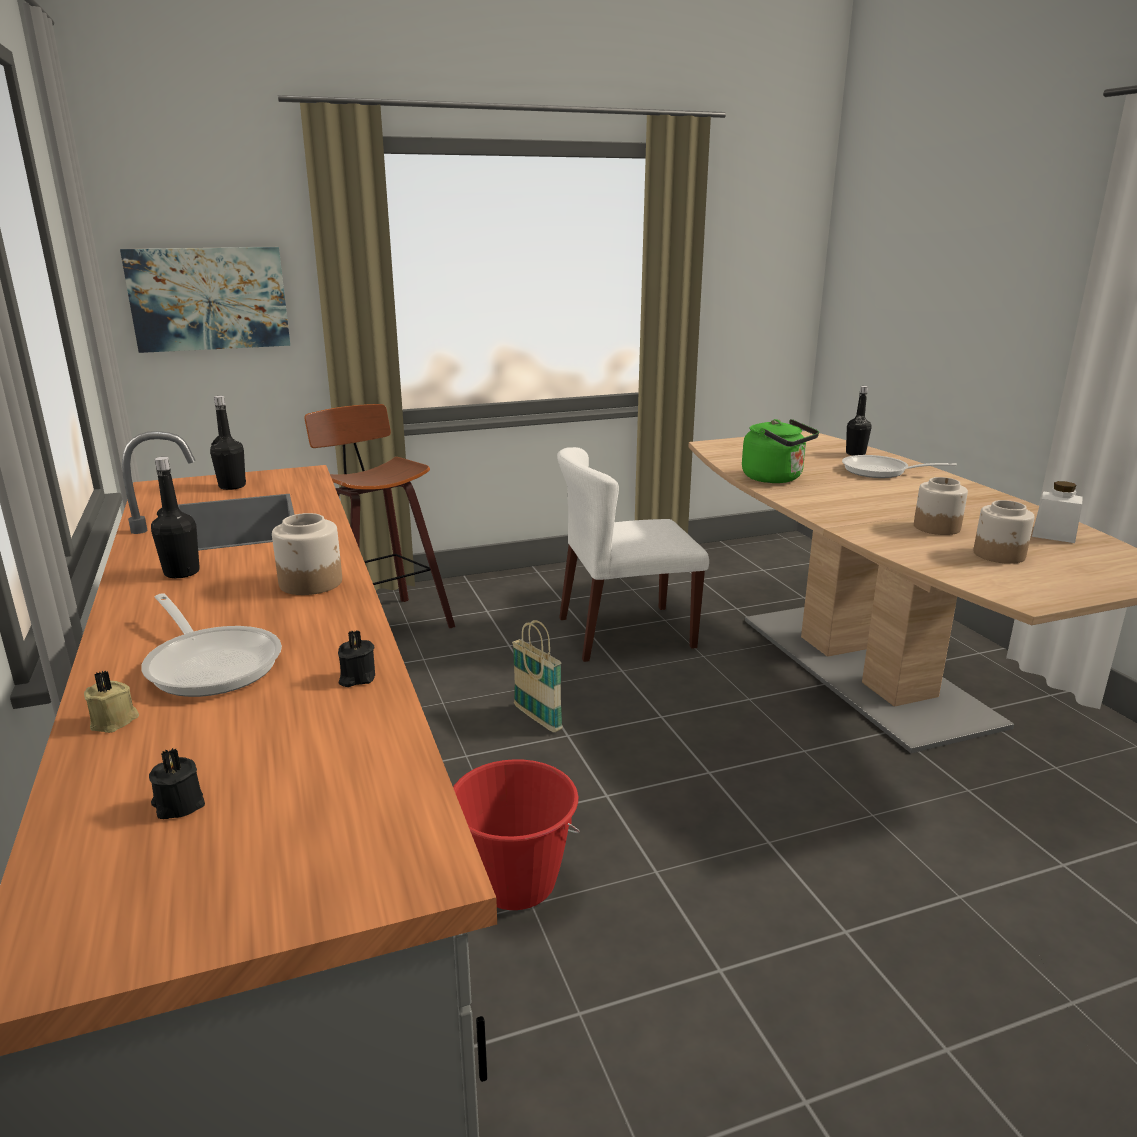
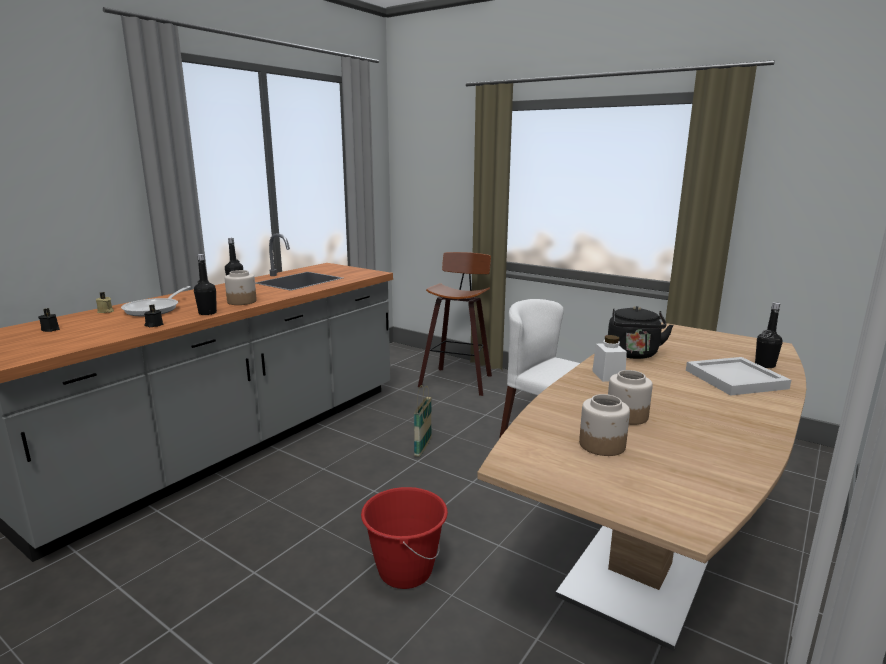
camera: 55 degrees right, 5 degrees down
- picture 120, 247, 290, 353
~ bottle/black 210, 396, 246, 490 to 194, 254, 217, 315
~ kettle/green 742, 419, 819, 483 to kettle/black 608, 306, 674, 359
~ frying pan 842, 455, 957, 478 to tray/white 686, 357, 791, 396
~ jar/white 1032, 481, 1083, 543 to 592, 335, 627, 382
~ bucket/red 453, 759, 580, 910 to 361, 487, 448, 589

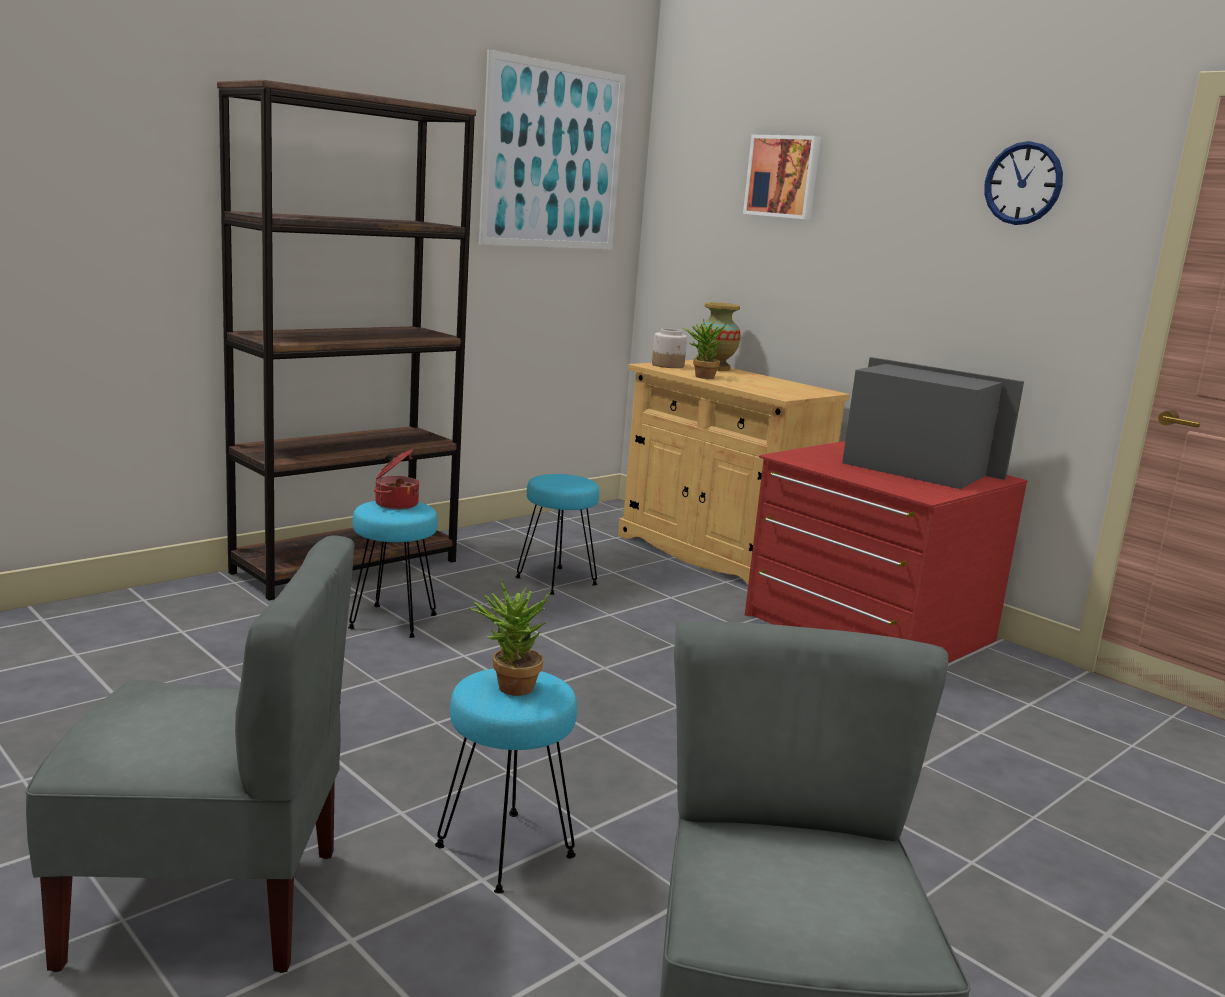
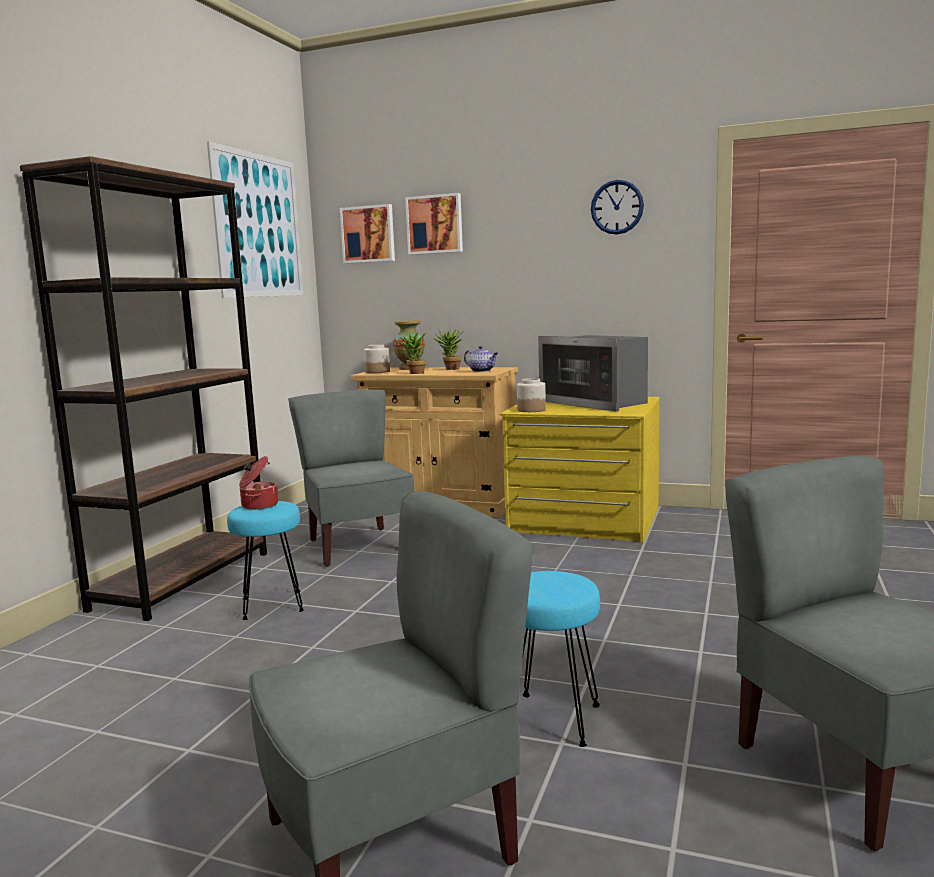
camera: 25 degrees left, 5 degrees down
~ microwave 842, 357, 1024, 489 = 538, 335, 648, 412 135 degrees counterclockwise
~ dresser/red 745, 441, 1028, 663 to dresser/yellow 500, 397, 660, 543
~ stool/turquoise 515, 474, 599, 595 to chair/grey 288, 390, 415, 567
~ potted plant 470, 579, 551, 696 to 434, 329, 464, 370
+ picture 340, 204, 395, 263
+ teapot 464, 346, 498, 372
+ jar 517, 378, 546, 412

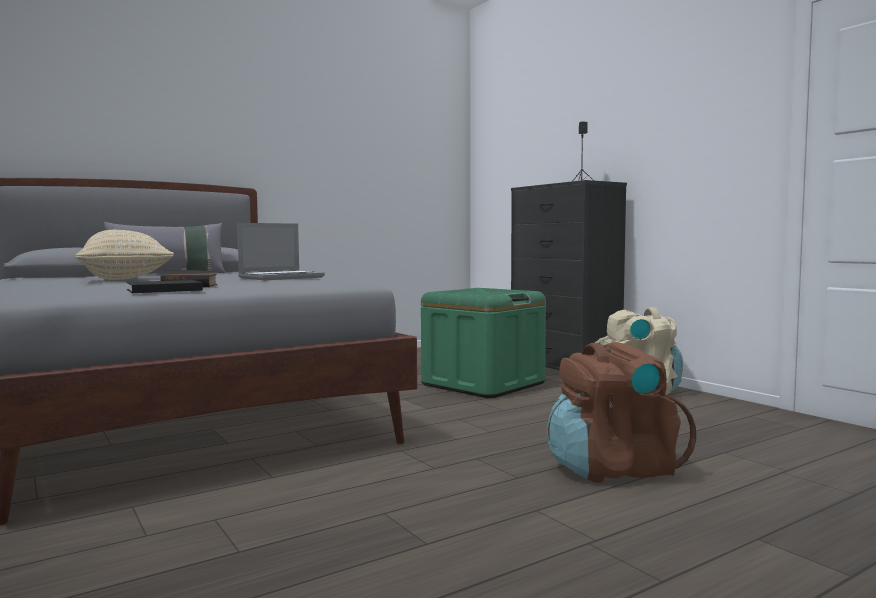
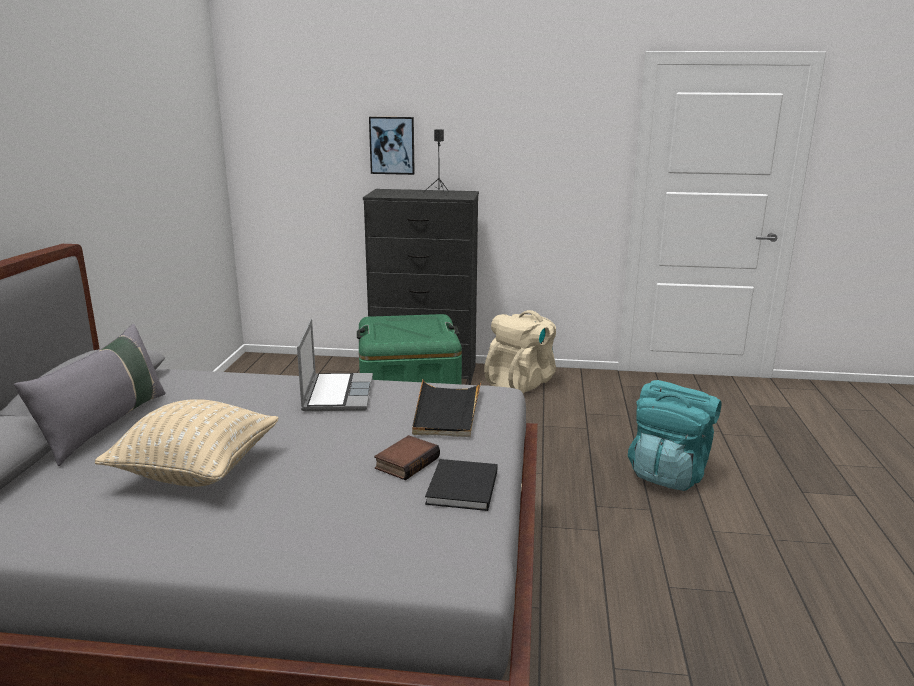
camera: 50 degrees left, 15 degrees up
~ backpack/brown 547, 342, 696, 483 to backpack/turquoise 628, 380, 721, 491
+ picture 369, 117, 415, 175
+ tray/black 412, 379, 481, 437

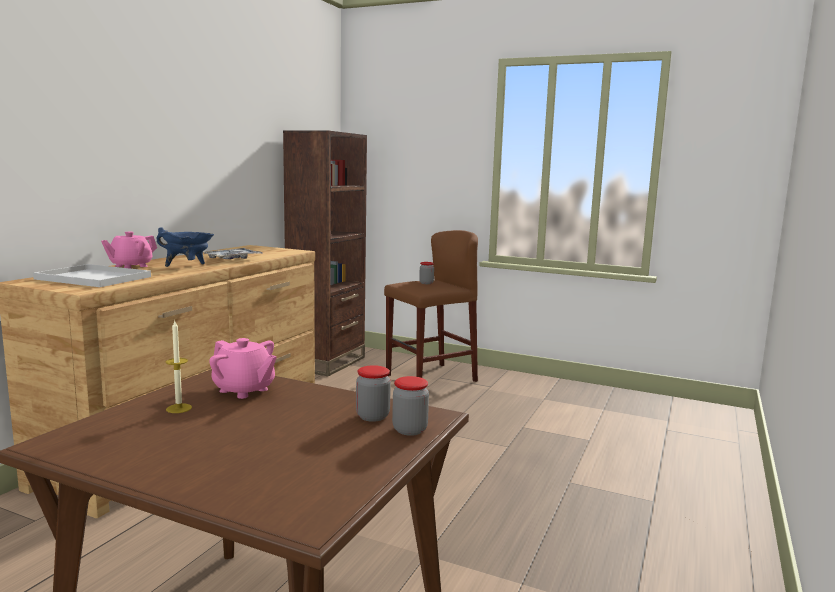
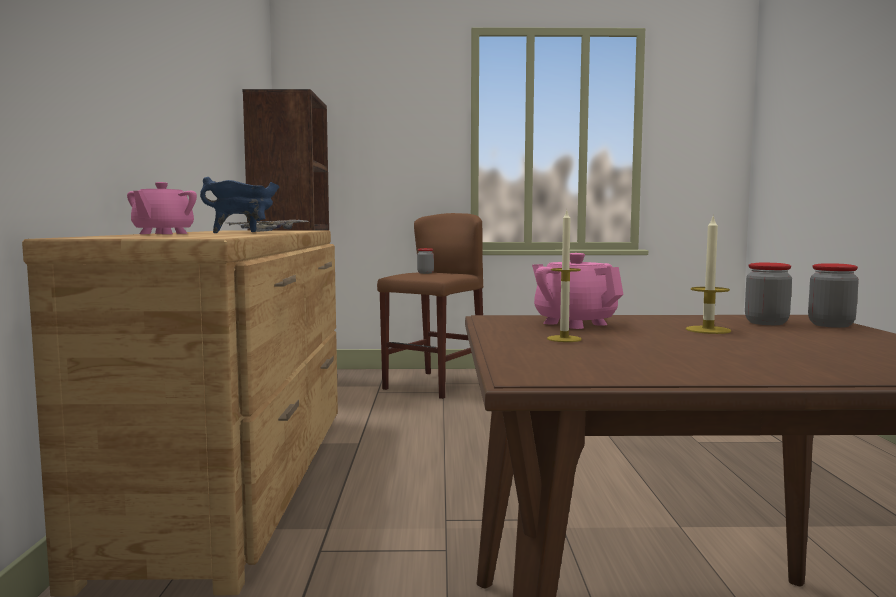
camera: 25 degrees left, 5 degrees down
- tray/white 33, 264, 151, 287
~ teapot/pink 209, 338, 277, 399 = 532, 253, 623, 329 135 degrees counterclockwise
+ candle 686, 214, 731, 334

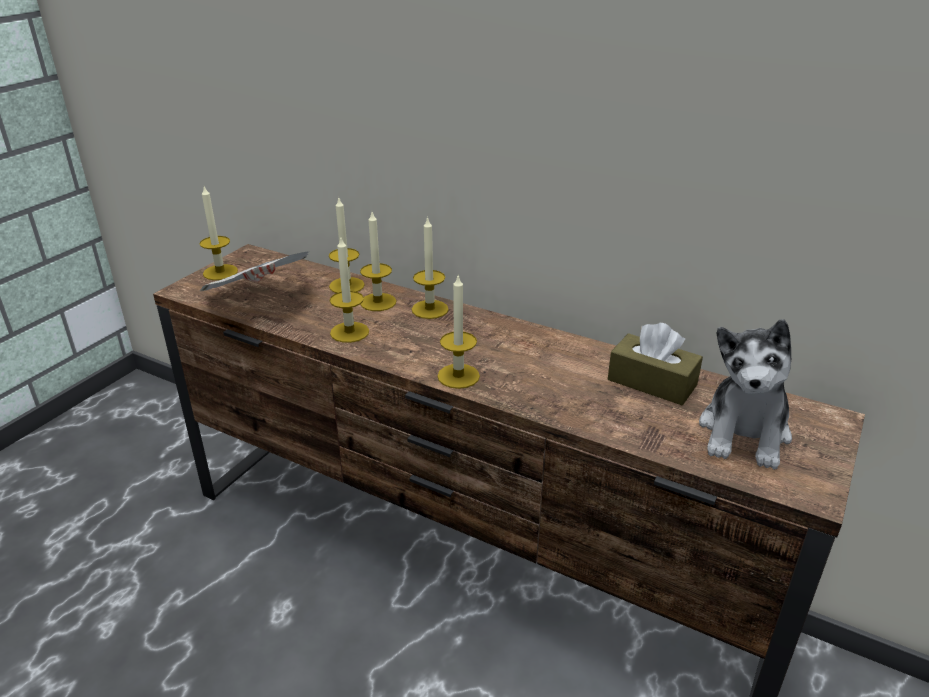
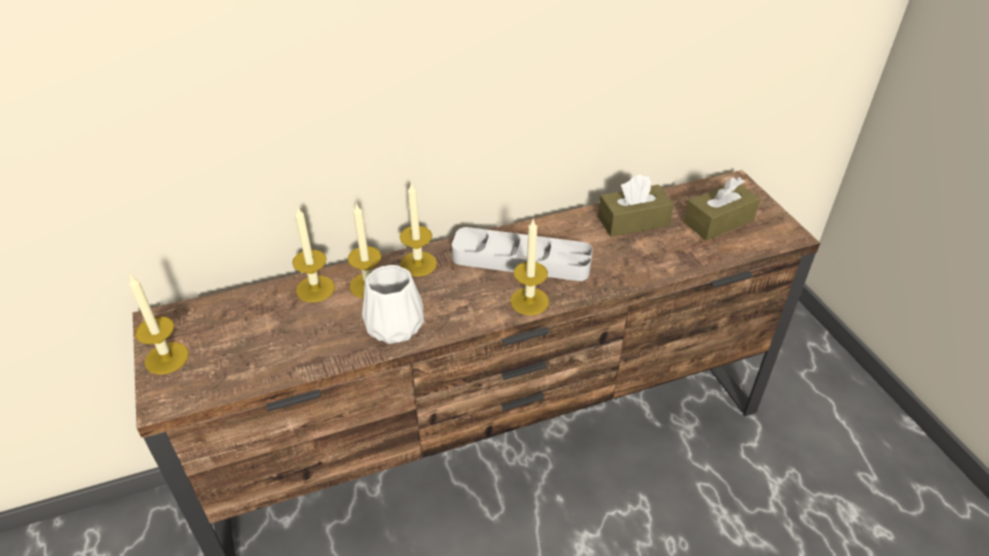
camera: 50 degrees left, 10 degrees up
~ candle 330, 238, 369, 343 to vase/white 362, 265, 424, 344
- newspaper 200, 252, 309, 291
~ plush toy 699, 319, 792, 470 to tissue box/brown 684, 177, 760, 241
+ tray/grey 452, 227, 593, 281

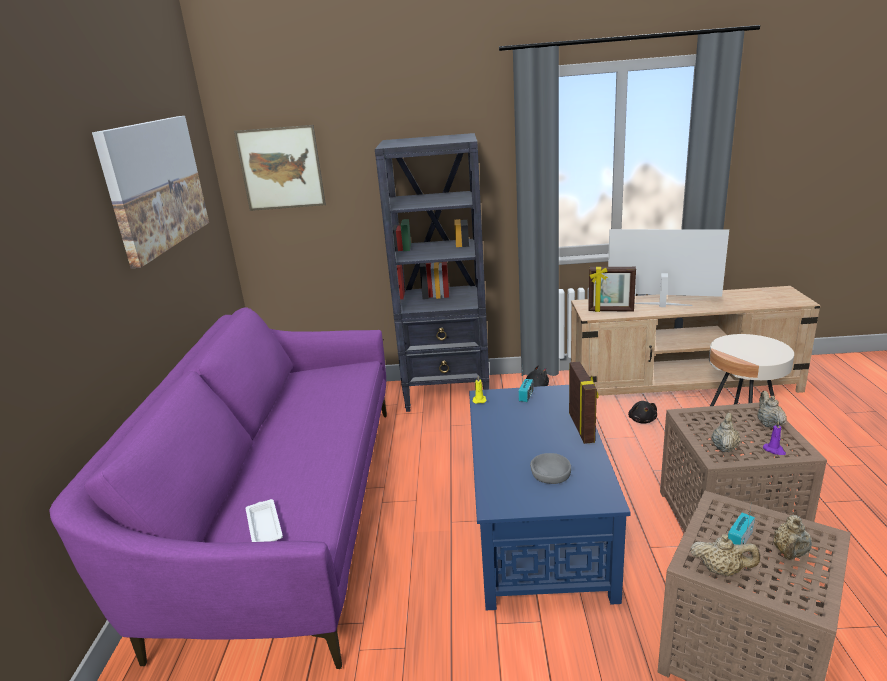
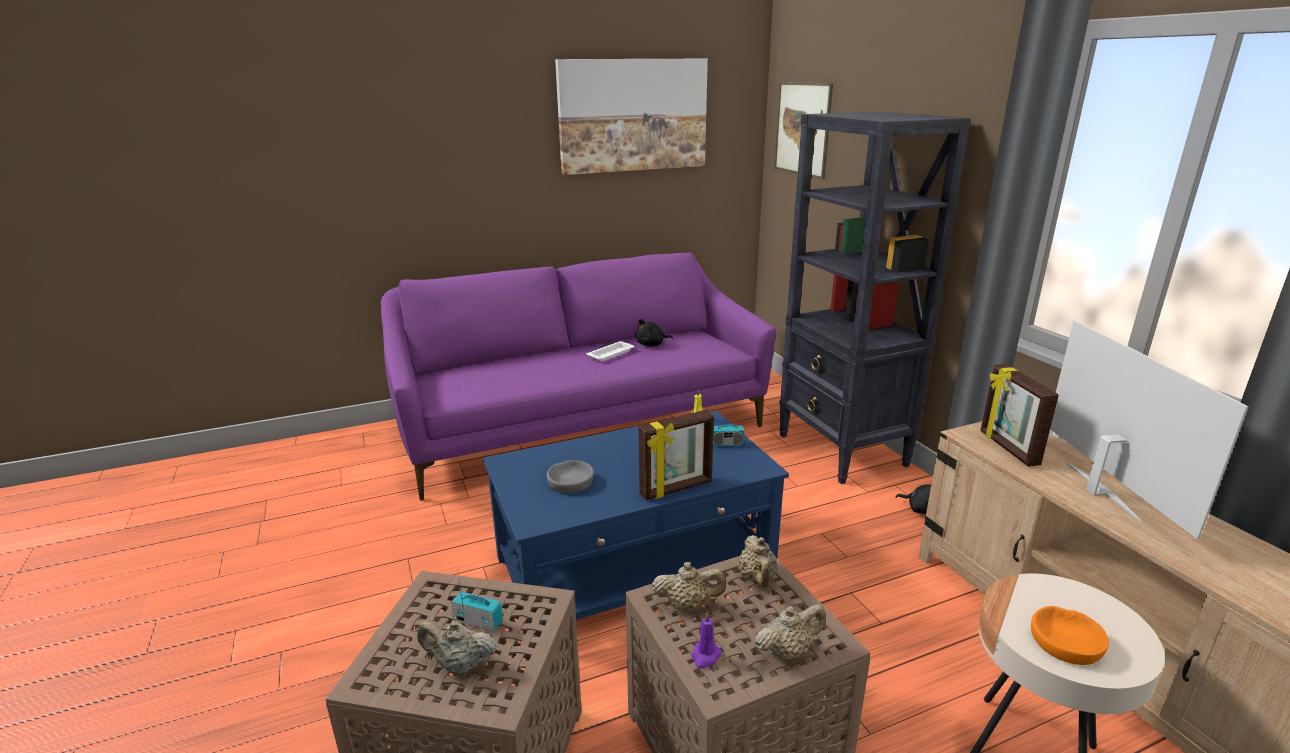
camera: 65 degrees right, 0 degrees up
~ plush toy/black 628, 401, 657, 424 to 635, 319, 673, 347
~ tray/white 246, 499, 283, 542 to 586, 341, 634, 361
~ teapot/beige 690, 534, 760, 576 to 739, 535, 778, 588
+ bowl/orange 1031, 606, 1109, 665

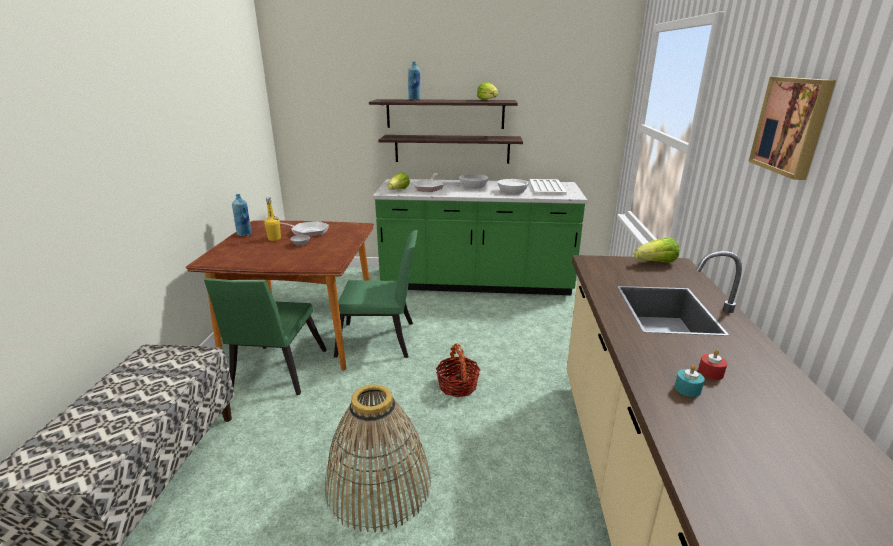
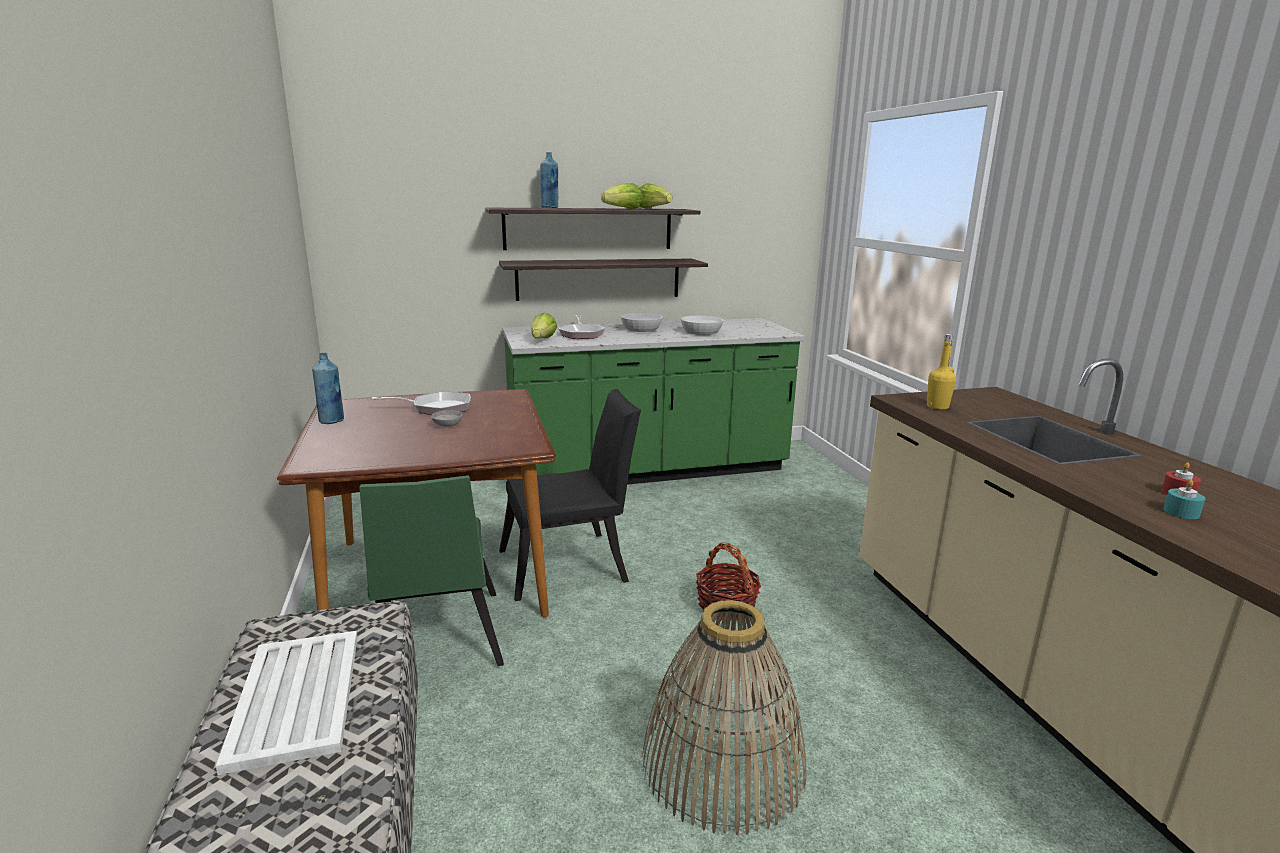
camera: 20 degrees left, 5 degrees down
- picture 748, 77, 836, 180
~ tray/white 529, 179, 567, 195 to 216, 631, 358, 775
~ bottle/yellow 264, 197, 281, 241 to 927, 334, 956, 410
~ chair/green 334, 230, 418, 358 to chair/black 499, 389, 641, 601
~ lettuce 634, 237, 679, 263 to 601, 183, 642, 209

